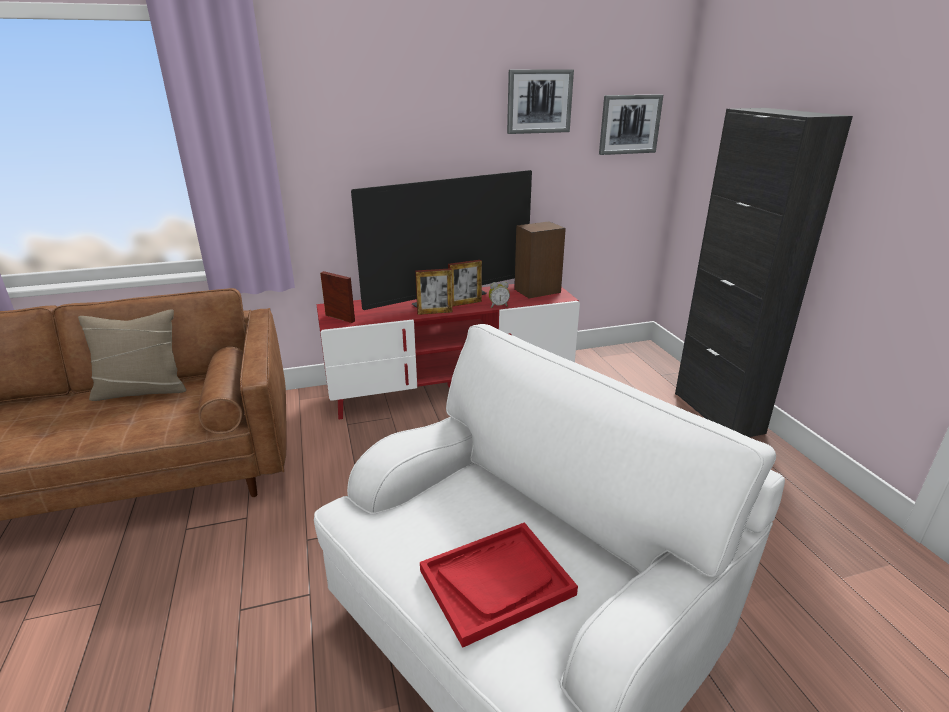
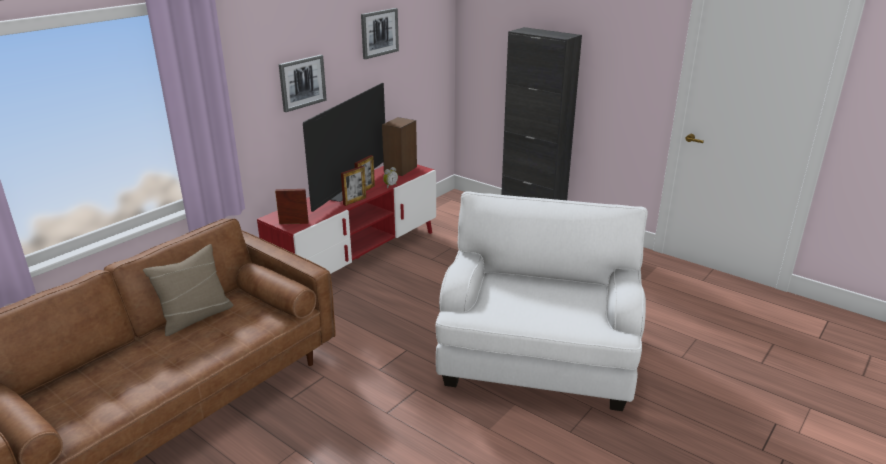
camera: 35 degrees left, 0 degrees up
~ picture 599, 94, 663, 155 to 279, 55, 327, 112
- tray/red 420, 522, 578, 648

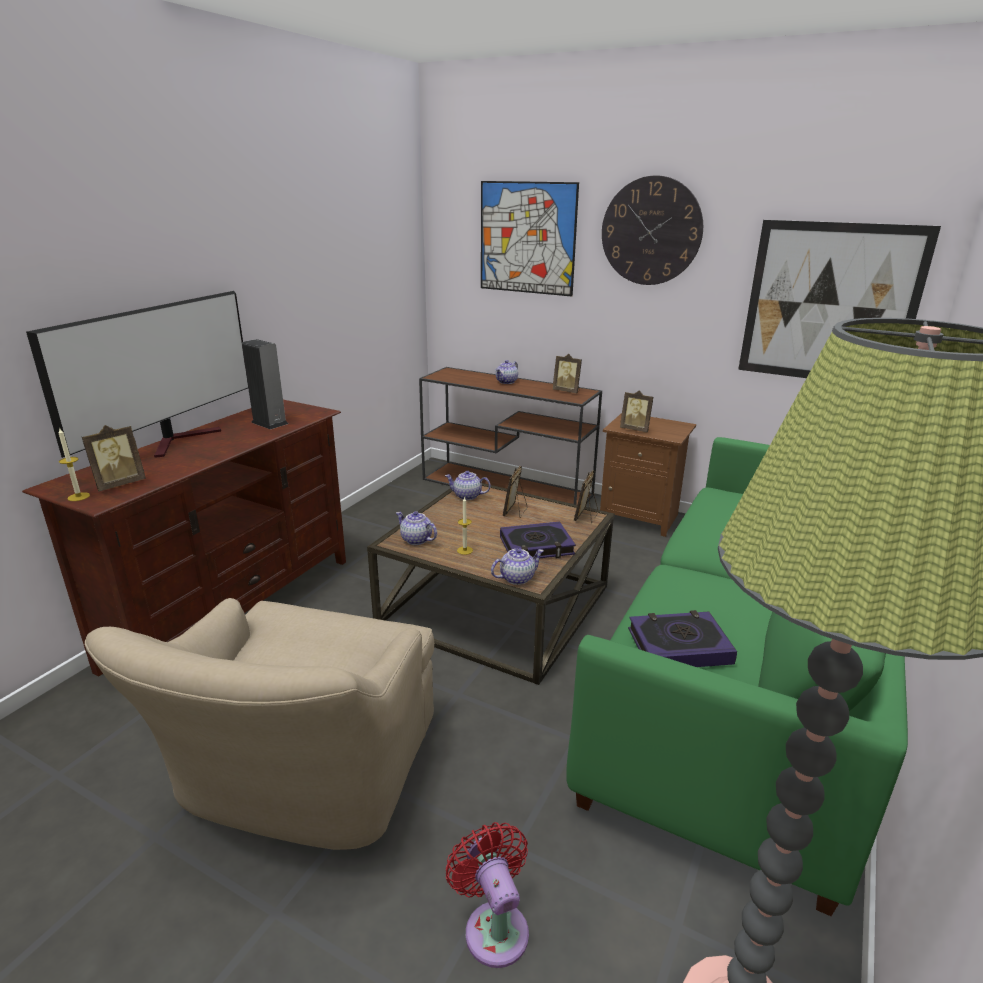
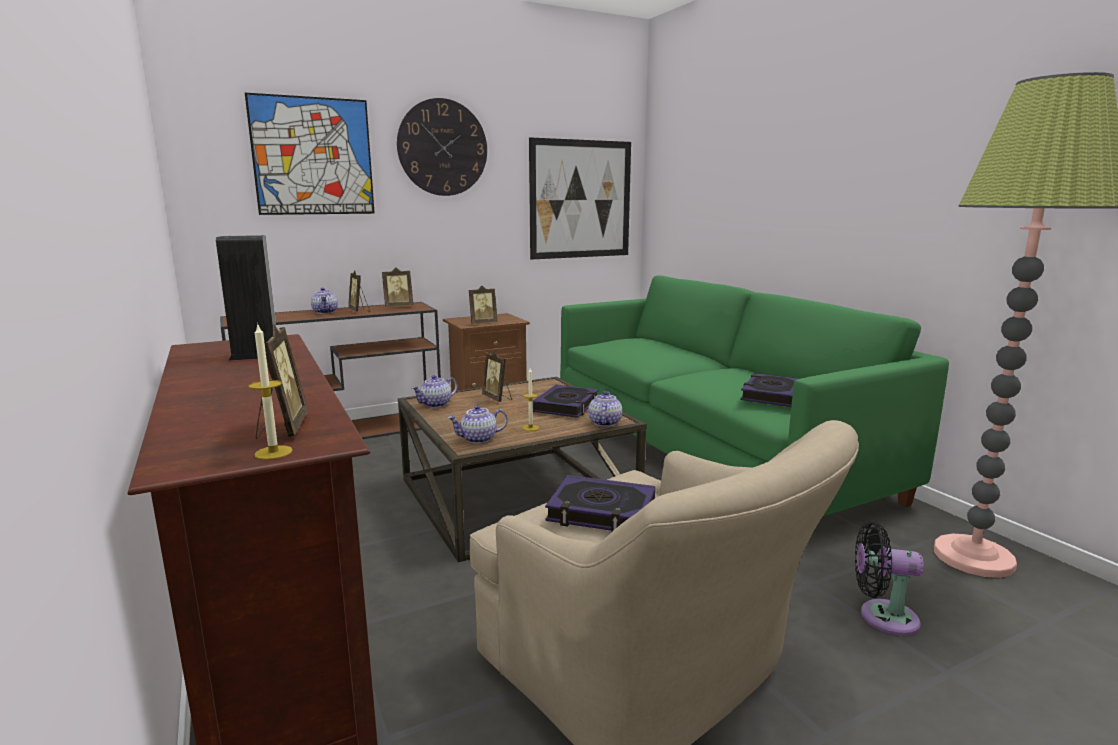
camera: 55 degrees left, 10 degrees down
- television 26, 291, 248, 458
~ picture frame 574, 470, 598, 524 to 348, 271, 370, 312
~ fan/red 446, 822, 529, 968 to fan/black 855, 523, 924, 636
+ book 545, 475, 656, 532

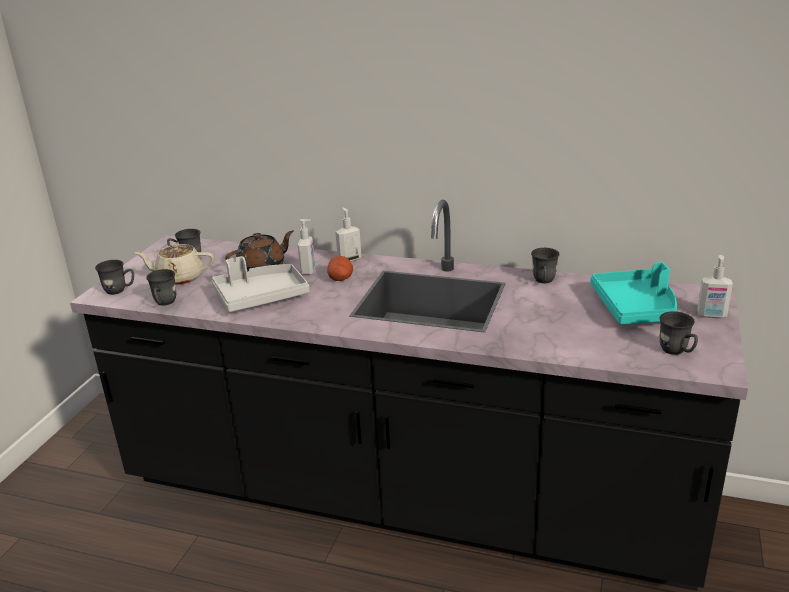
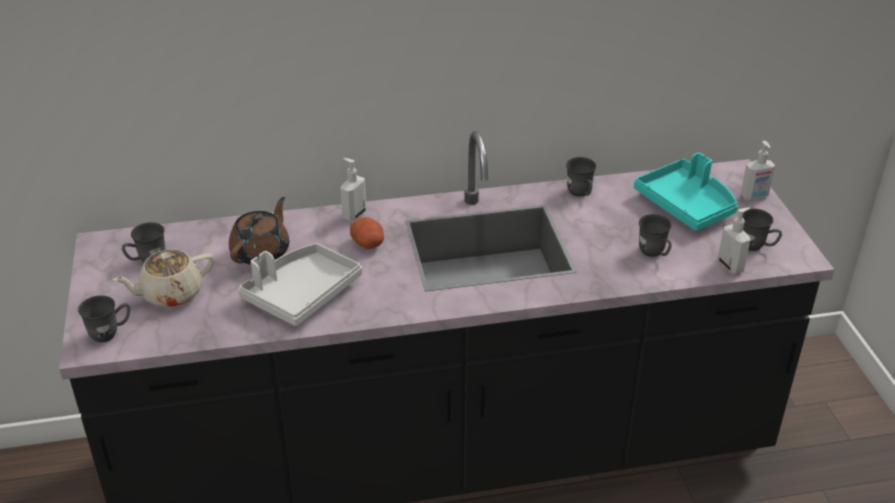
camera: 30 degrees left, 10 degrees up
~ soap dispenser 298, 219, 315, 275 to 718, 207, 750, 274
~ mug/grey 146, 269, 176, 306 to 639, 214, 672, 257

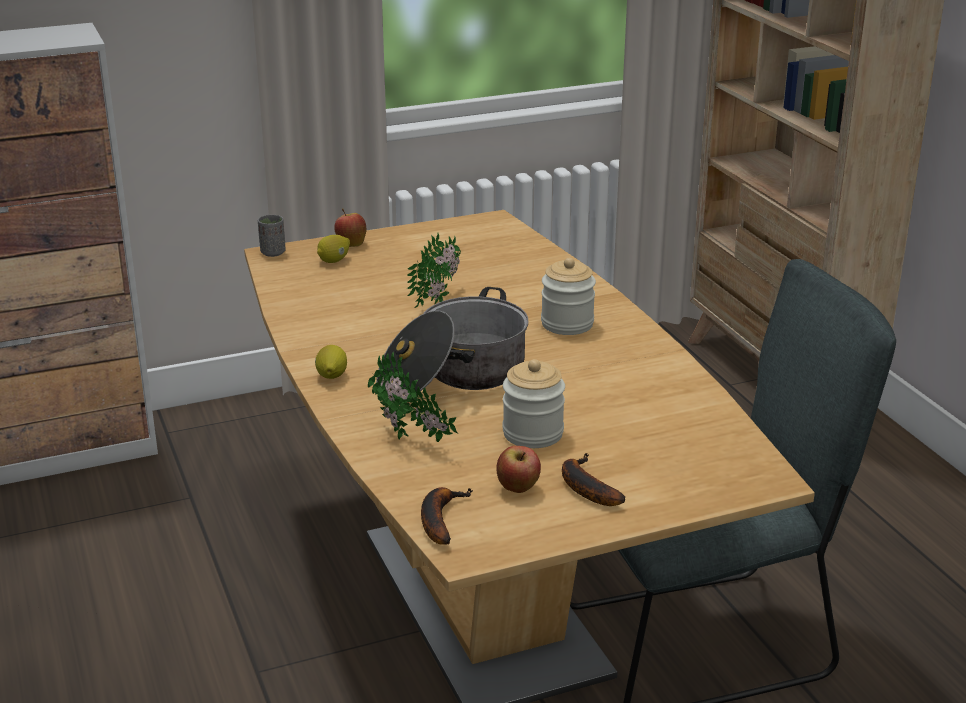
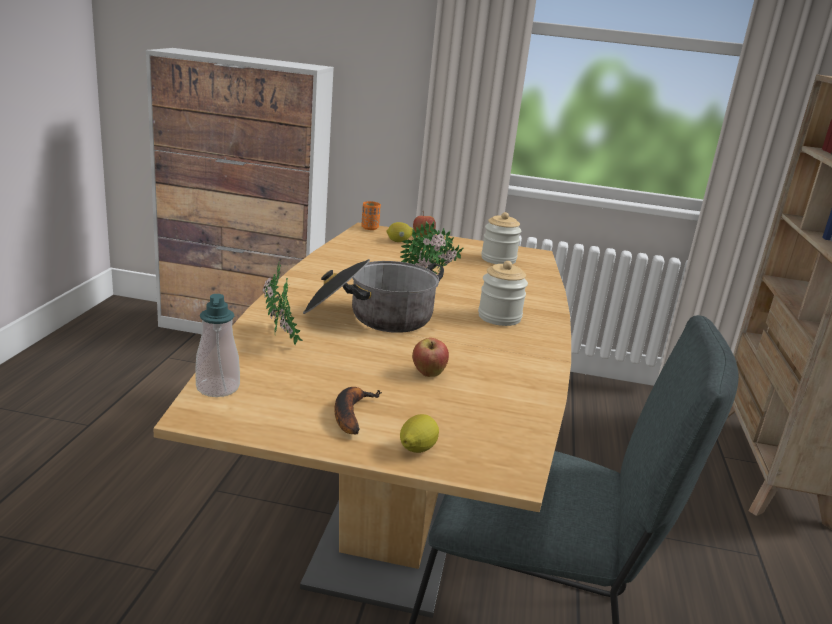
camera: 30 degrees right, 5 degrees down
~ cup/grey 258, 215, 286, 257 to cup/orange 361, 201, 381, 230
~ lemon 315, 345, 347, 379 to 400, 414, 439, 453
~ jar 502, 359, 565, 448 to 481, 212, 521, 264
~ apple 497, 446, 541, 493 to 412, 338, 449, 377
~ banana 421, 487, 473, 545 to soap dispenser 195, 294, 240, 397

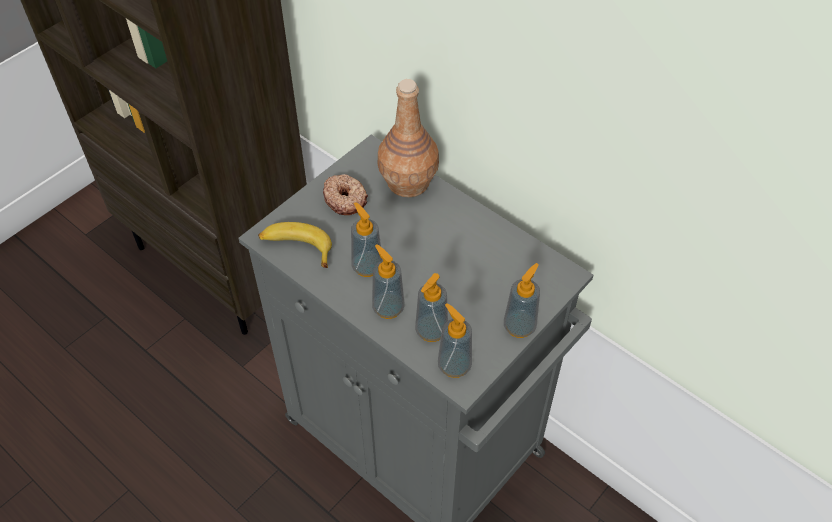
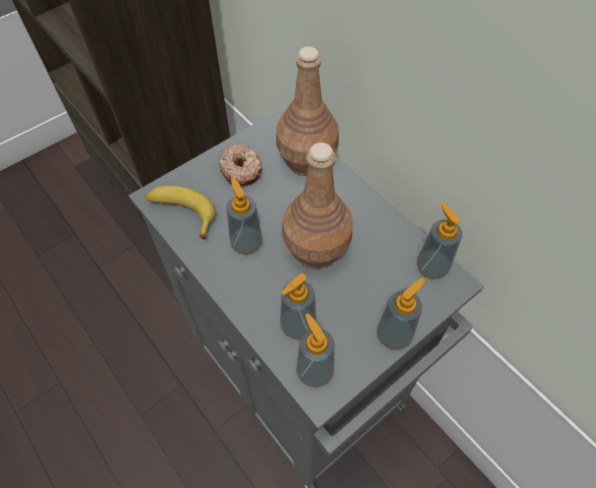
camera: 10 degrees right, 5 degrees up
~ soap dispenser 372, 244, 405, 319 to 417, 202, 462, 279
+ bottle/brown 282, 142, 353, 269

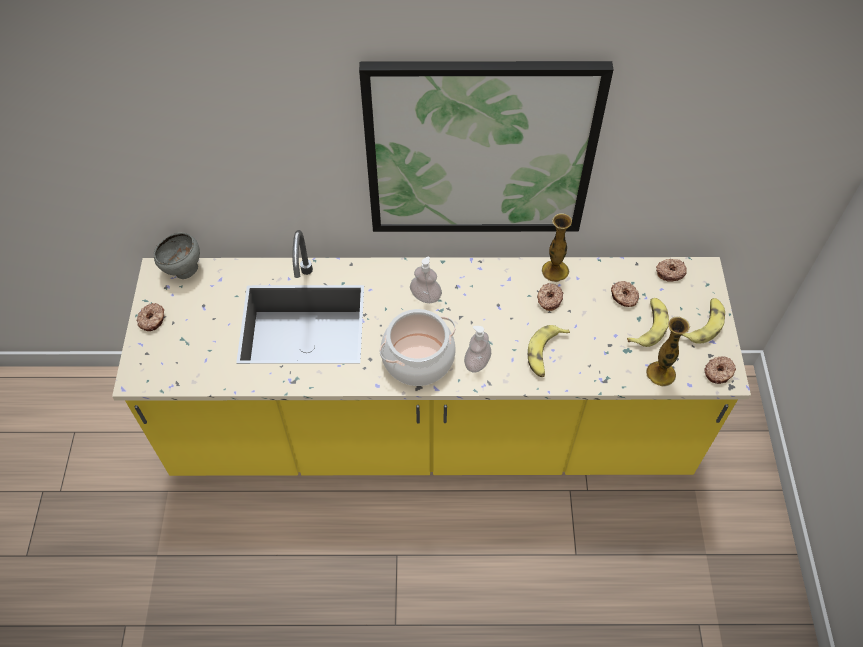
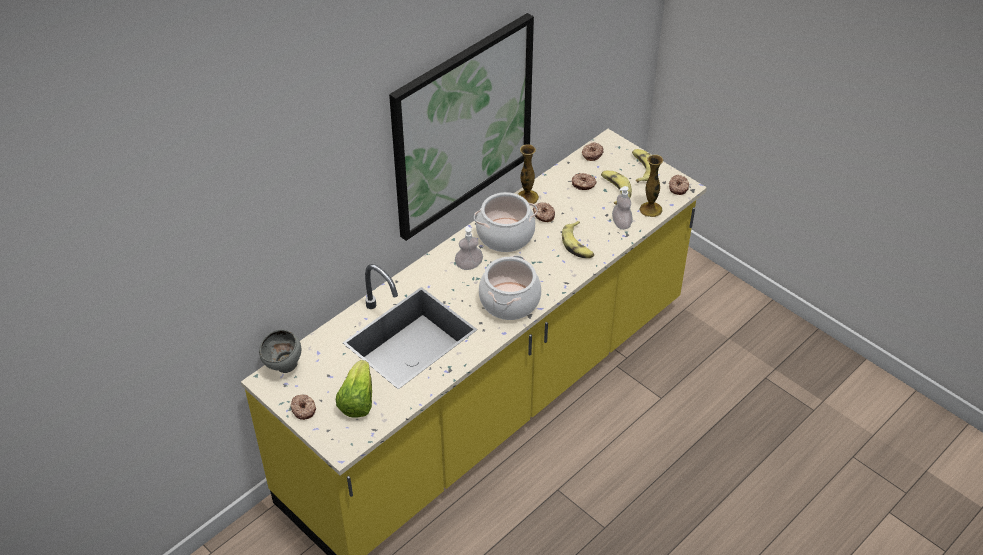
camera: 45 degrees left, 10 degrees down
~ soap dispenser 464, 326, 491, 373 to 612, 186, 633, 230
+ cooking pot 474, 192, 538, 252
+ lettuce 336, 360, 372, 418

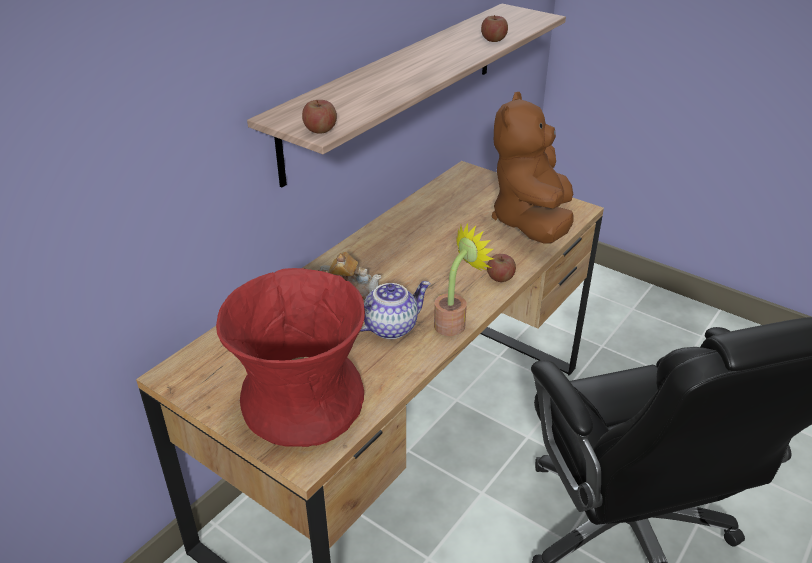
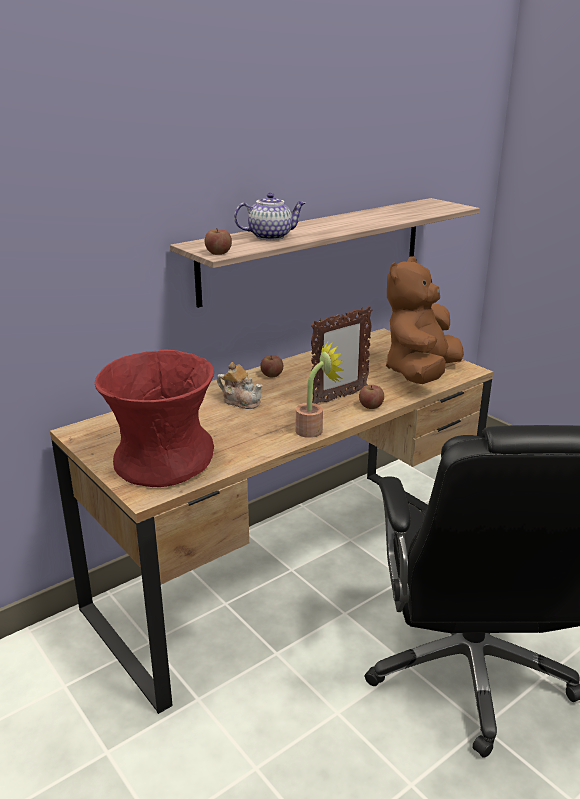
camera: 15 degrees right, 10 degrees down
~ apple 481, 15, 508, 42 to 260, 355, 283, 377
~ teapot 360, 281, 431, 339 to 234, 193, 305, 240
+ picture frame 311, 306, 372, 404

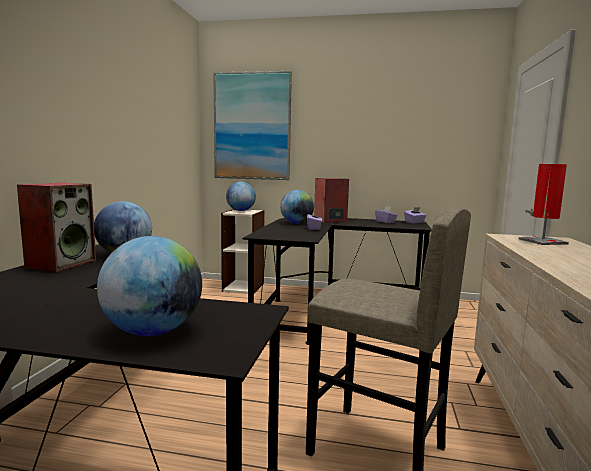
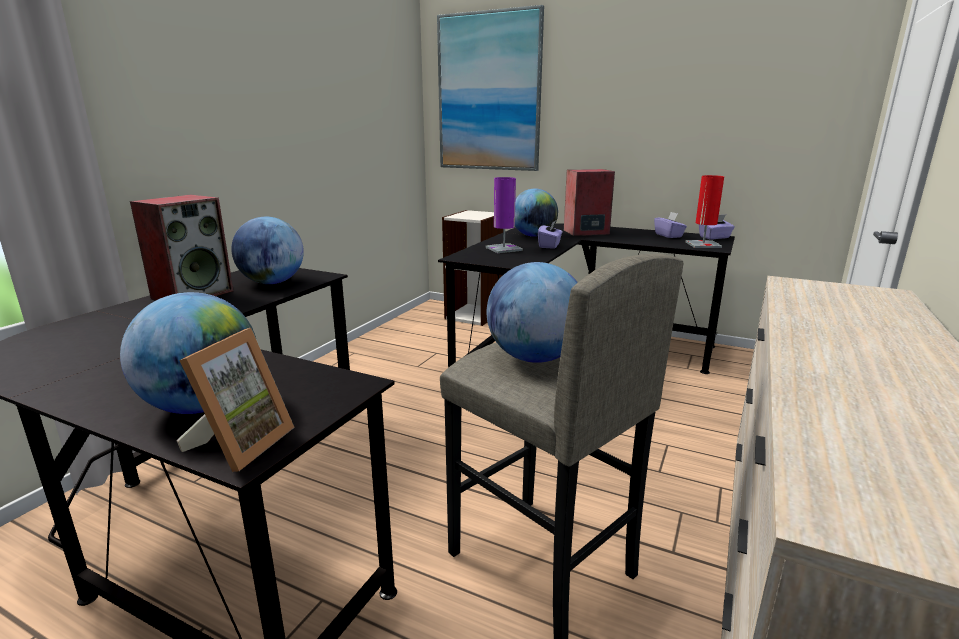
camera: 15 degrees right, 10 degrees up
~ table lamp/red 519, 164, 569, 245 to 686, 175, 724, 248
~ globe 226, 182, 256, 211 to 487, 262, 578, 363
+ table lamp/purple 486, 177, 523, 253
+ picture frame 176, 328, 295, 472

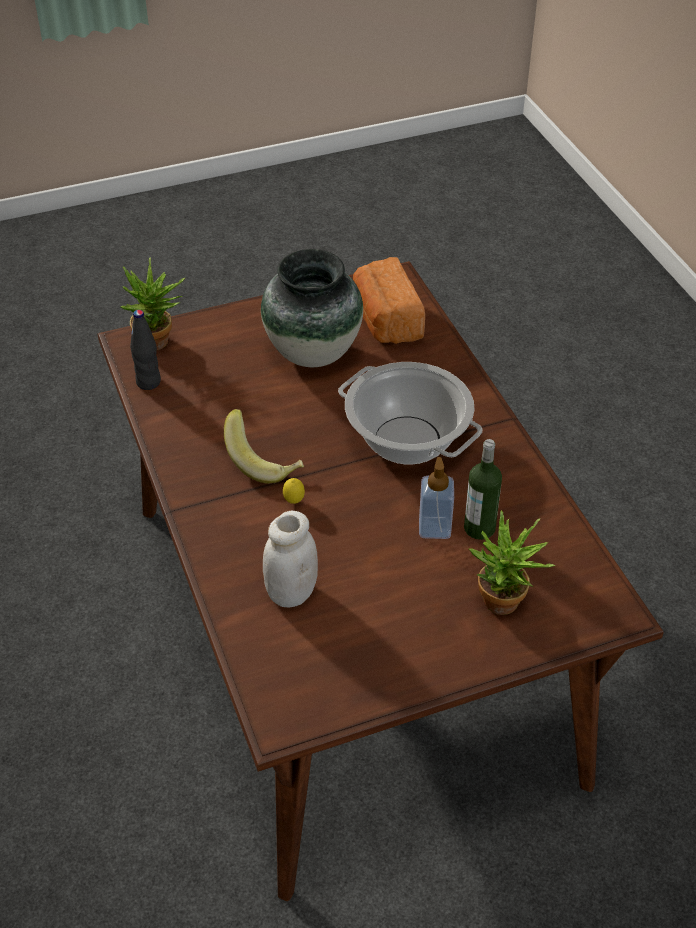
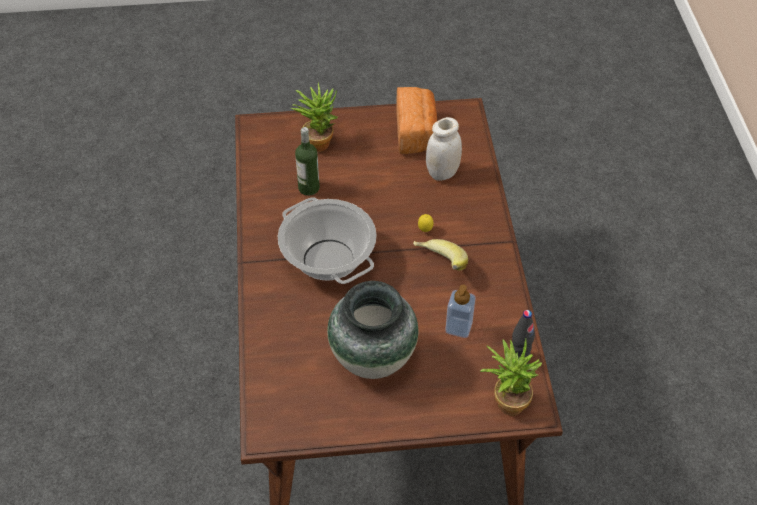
camera: 165 degrees left, 5 degrees up
~ bread 353, 257, 425, 344 to 396, 87, 437, 154
~ soap dispenser 419, 457, 454, 539 to 445, 285, 476, 338

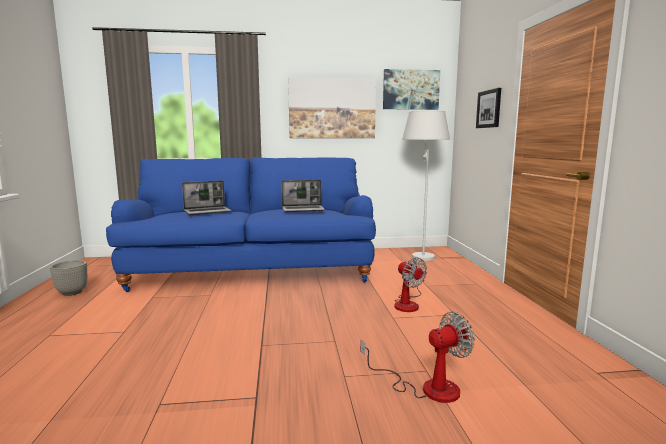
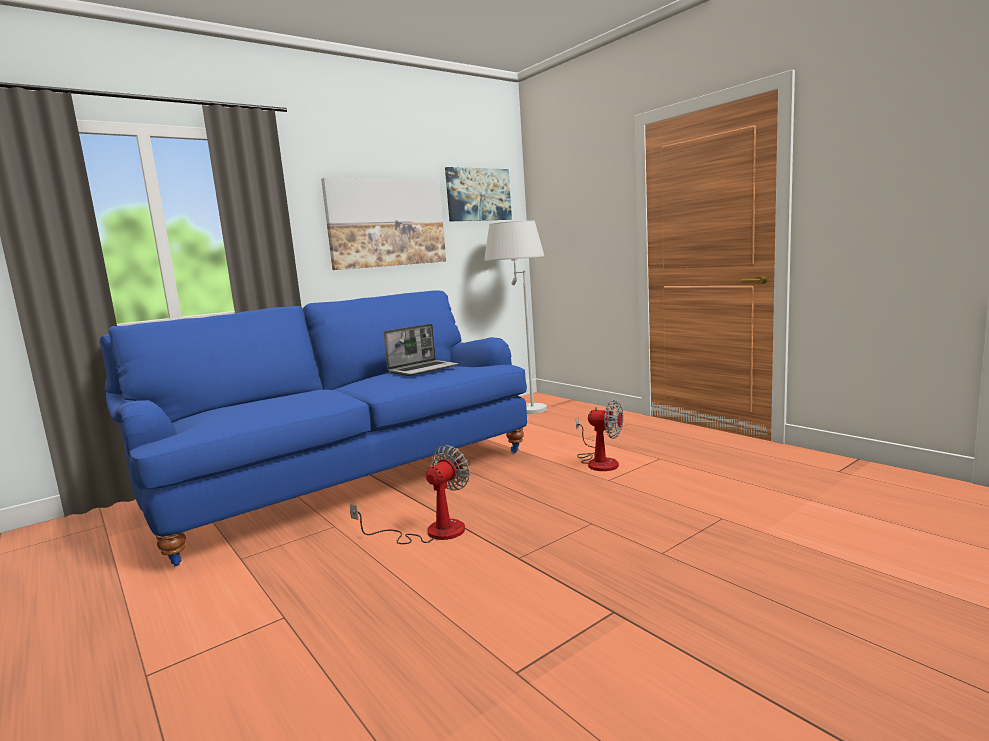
camera: 30 degrees left, 0 degrees up
- picture 476, 88, 501, 128
- laptop 182, 180, 232, 215
- planter 50, 260, 87, 296
~ fan 360, 312, 475, 403 to 349, 445, 470, 544

